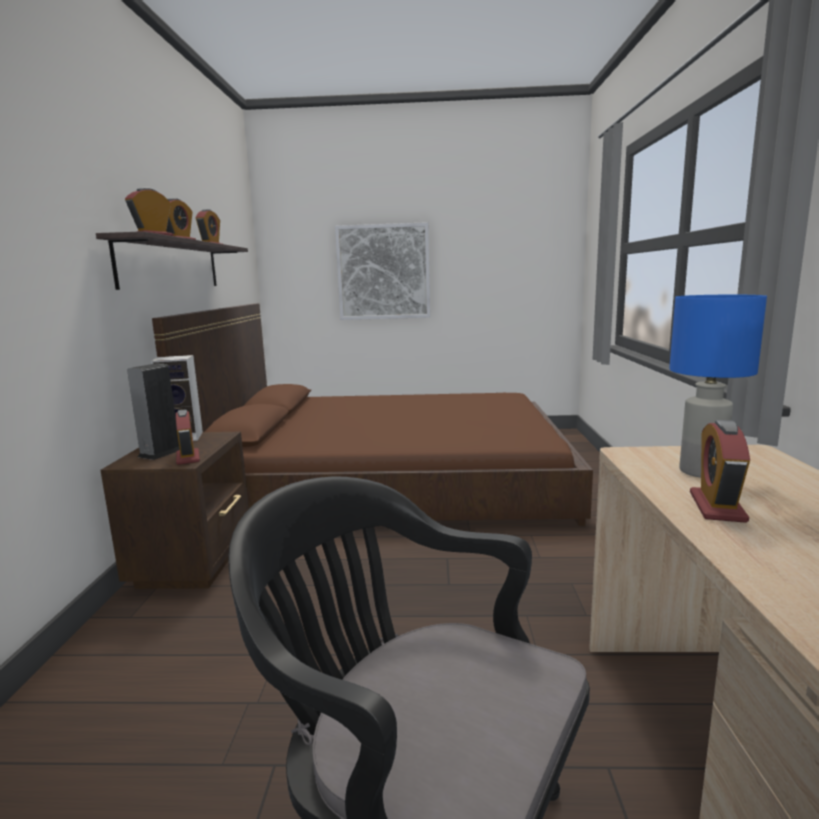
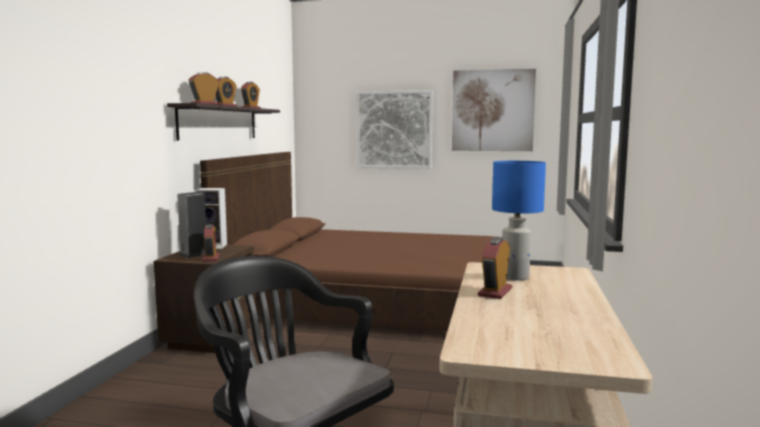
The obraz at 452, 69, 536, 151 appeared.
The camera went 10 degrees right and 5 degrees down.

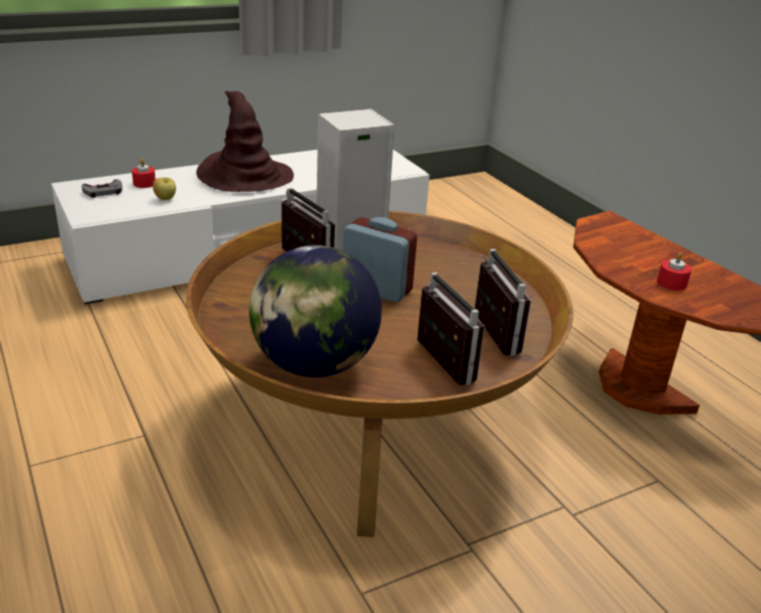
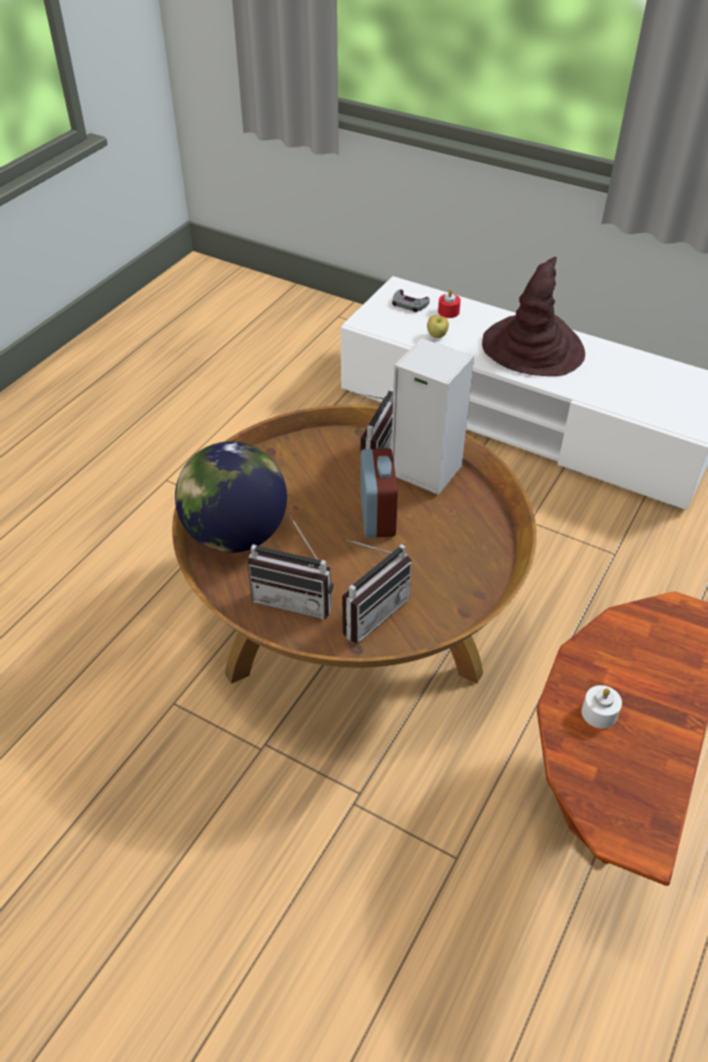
The radio at 417, 272, 485, 385 turned 75 degrees clockwise.
The świeca [czerwony] at 657, 252, 692, 291 became the świeca [biały] at 582, 685, 622, 729.
The camera went 60 degrees right and 15 degrees up.

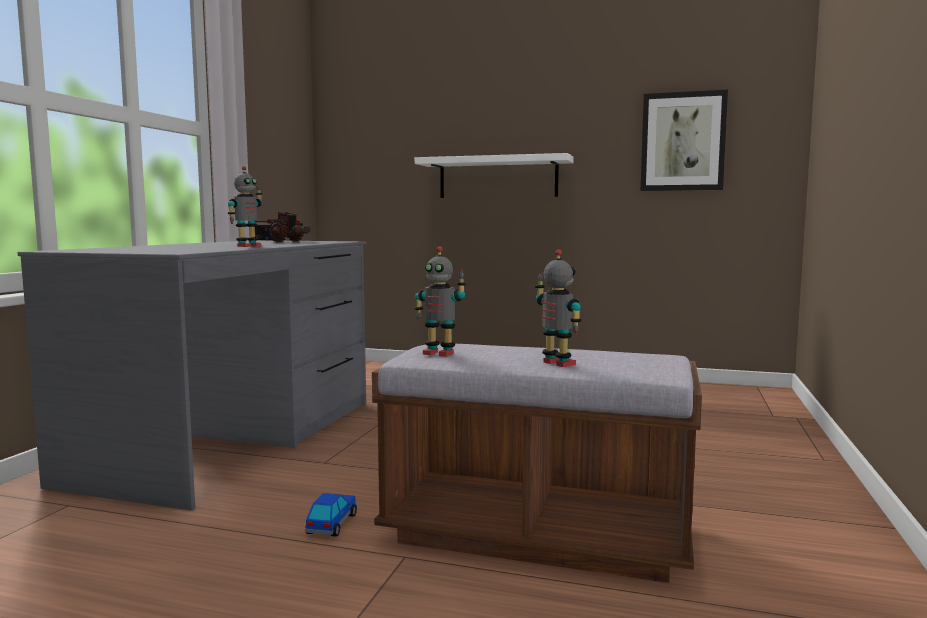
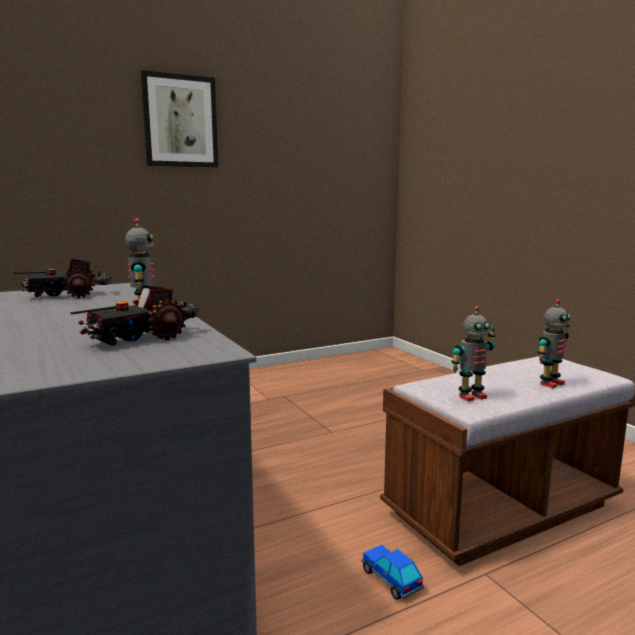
The półka [biały] at 415, 153, 574, 198 disappeared.
The robot zabawkowy at 535, 249, 582, 367 turned 135 degrees clockwise.
The obraz moved from 641, 90, 728, 191 to 140, 70, 218, 168.
The ciężarówka zabawkowa at 71, 285, 200, 346 appeared.
The camera went 45 degrees left and 5 degrees up.

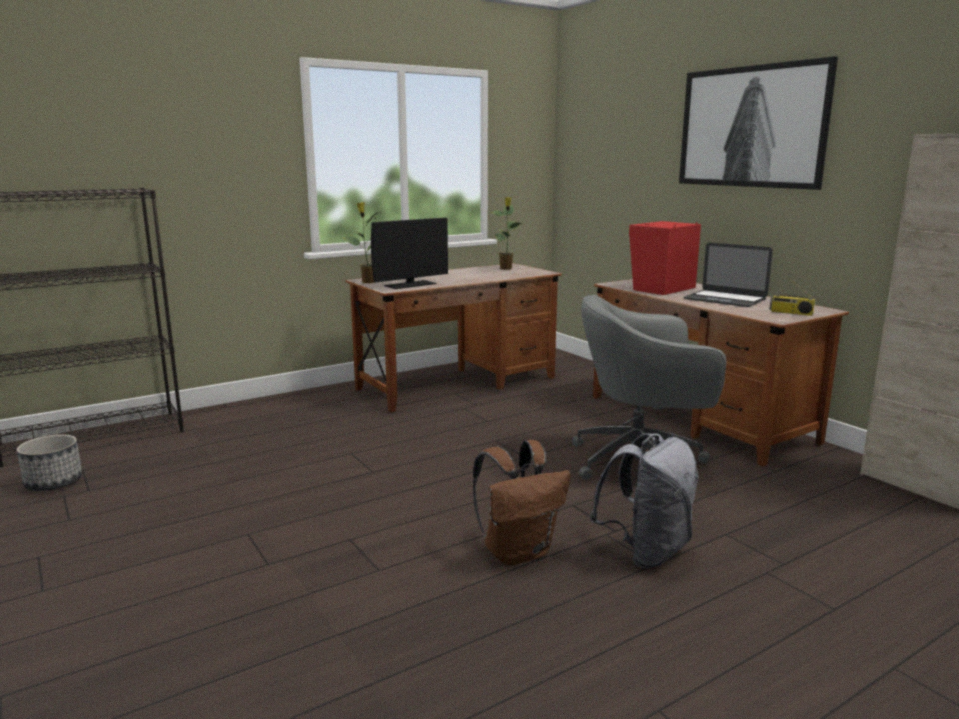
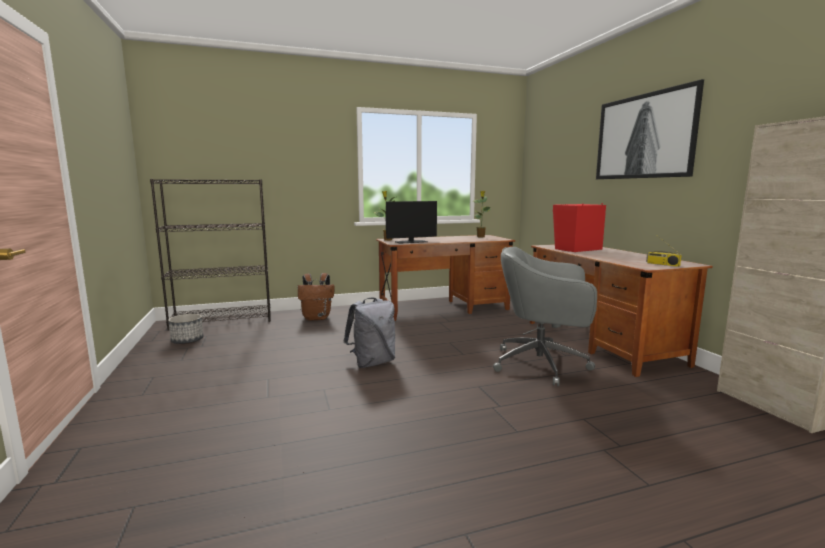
The plecak [brązowy] moved from 473, 440, 570, 566 to 297, 273, 335, 321.
The plecak [szary] moved from 590, 433, 699, 568 to 343, 297, 395, 368.
The laptop at 683, 242, 773, 307 disappeared.
The camera went 15 degrees right and 5 degrees down.

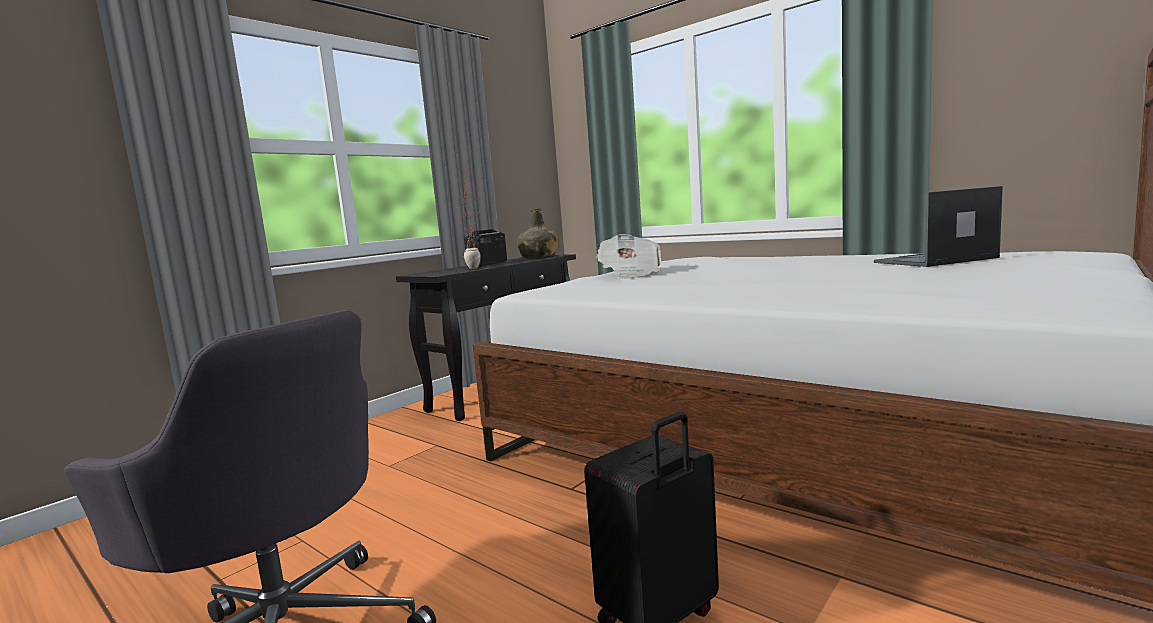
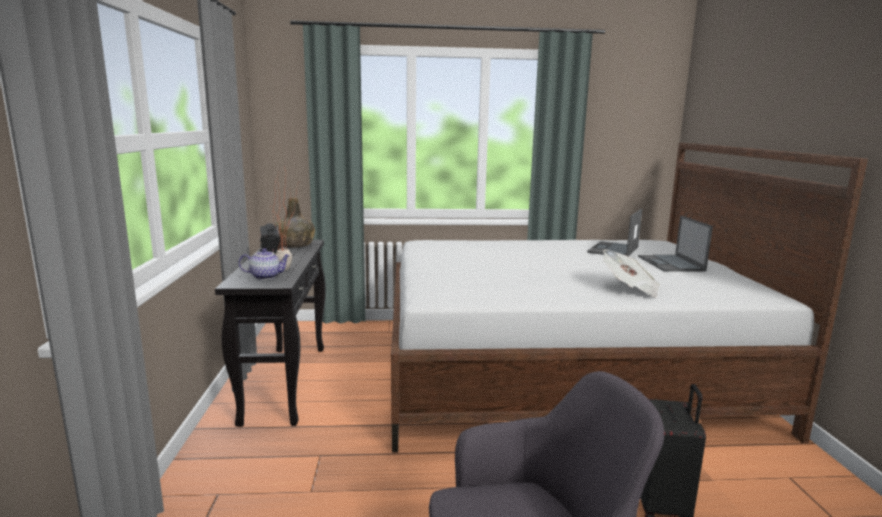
The gazeta moved from 596, 234, 661, 279 to 603, 249, 660, 297.
The imbryk at 239, 248, 291, 280 appeared.
The laptop at 638, 215, 713, 272 appeared.
The camera went 45 degrees left and 5 degrees up.

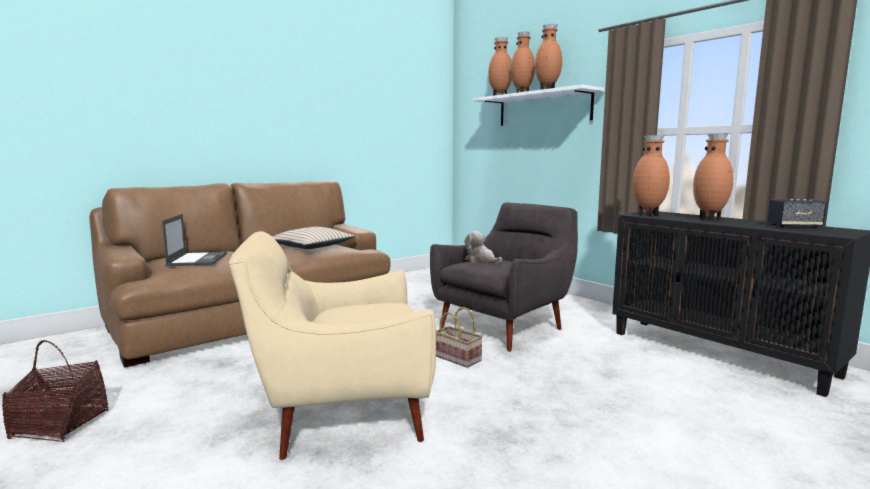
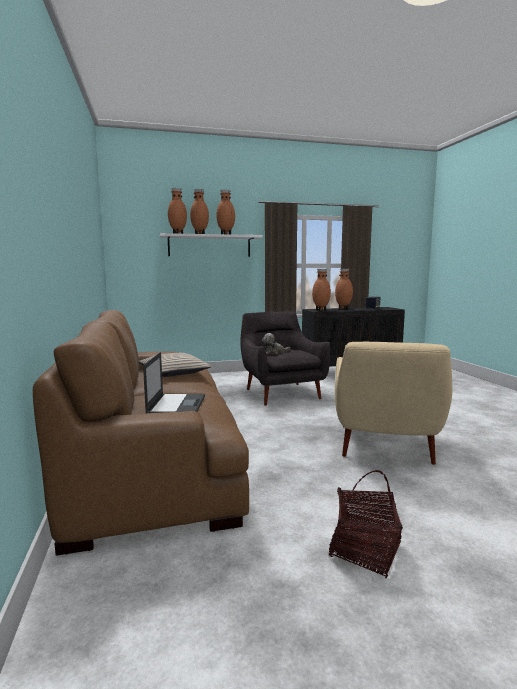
The laptop at 162, 214, 227, 266 turned 75 degrees clockwise.
The koszyk at 436, 307, 483, 368 disappeared.
The camera went 65 degrees left and 0 degrees up.

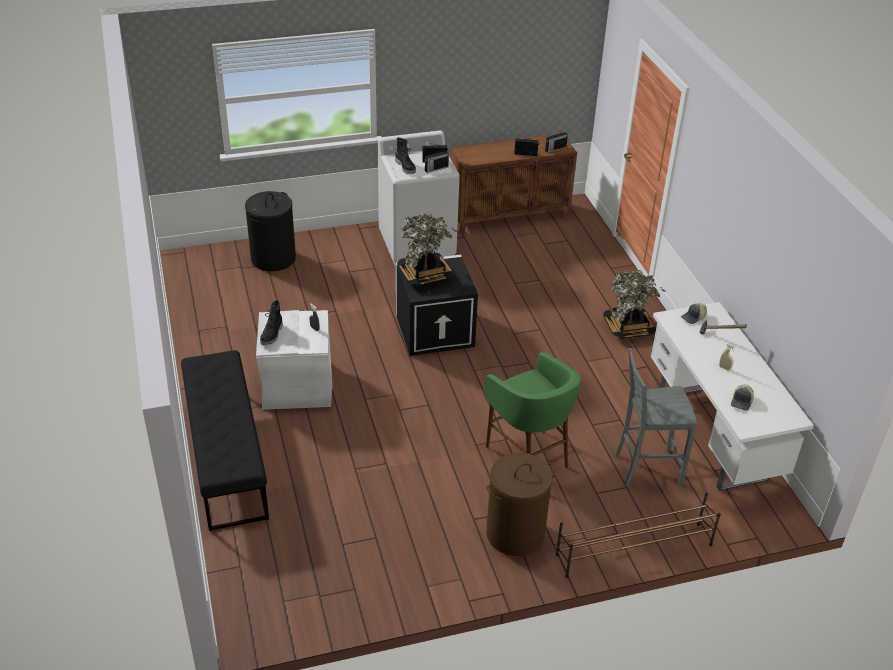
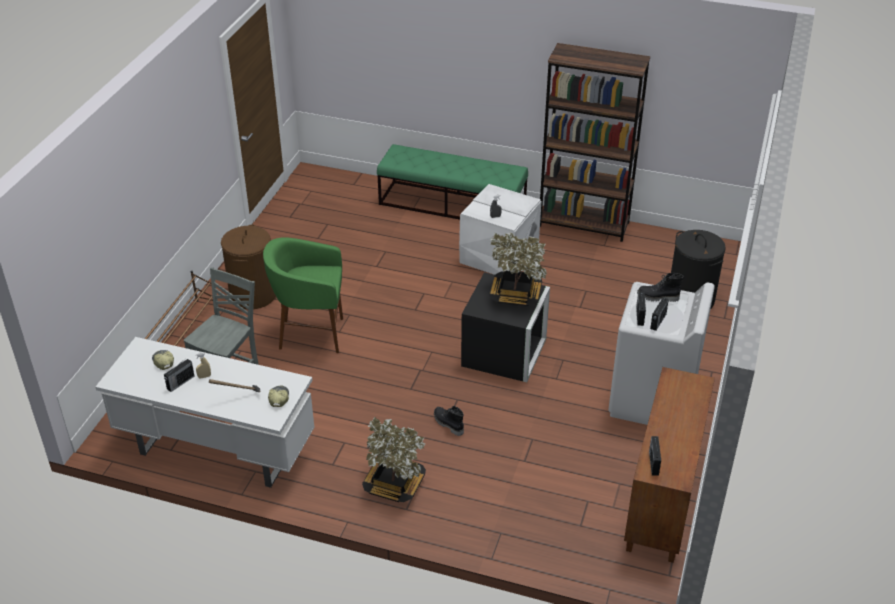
The ławka [czarny] at 181, 350, 269, 531 became the ławka [zielony] at 377, 144, 528, 220.
The but z cholewką [czarny] moved from 260, 300, 283, 345 to 434, 406, 464, 436.
The radio moved from 514, 136, 539, 156 to 164, 359, 195, 392.
The regał [brązowy] at 540, 43, 650, 242 appeared.
The camera went 125 degrees right and 0 degrees up.

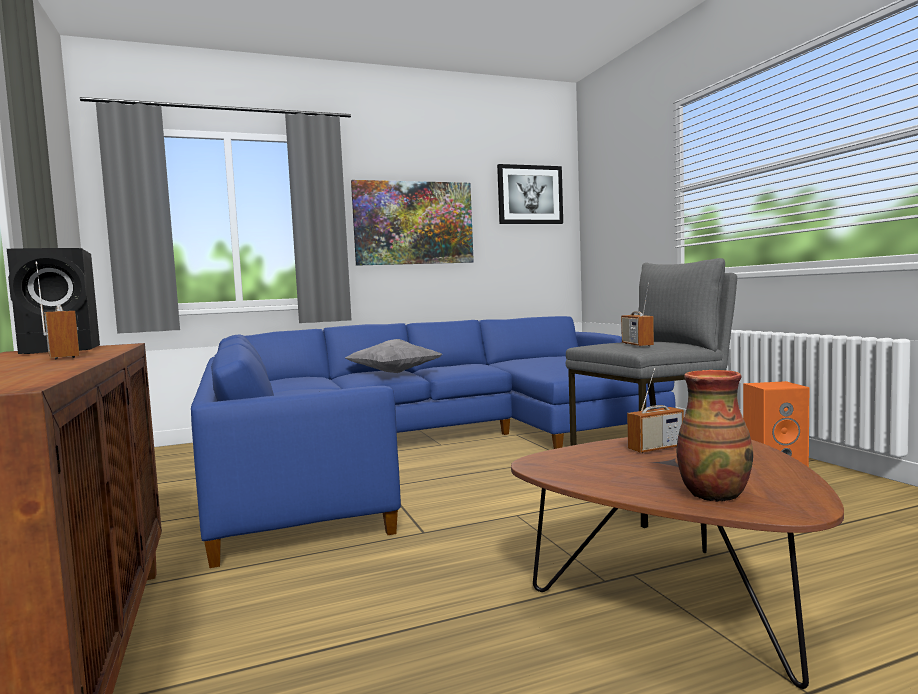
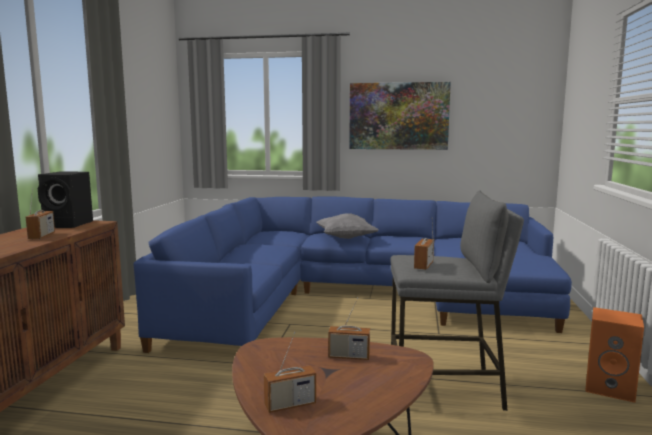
The obraz at 497, 164, 563, 224 disappeared.
The wazon at 677, 370, 753, 502 was replaced by the radio at 264, 332, 316, 413.
The camera went 30 degrees right and 5 degrees up.

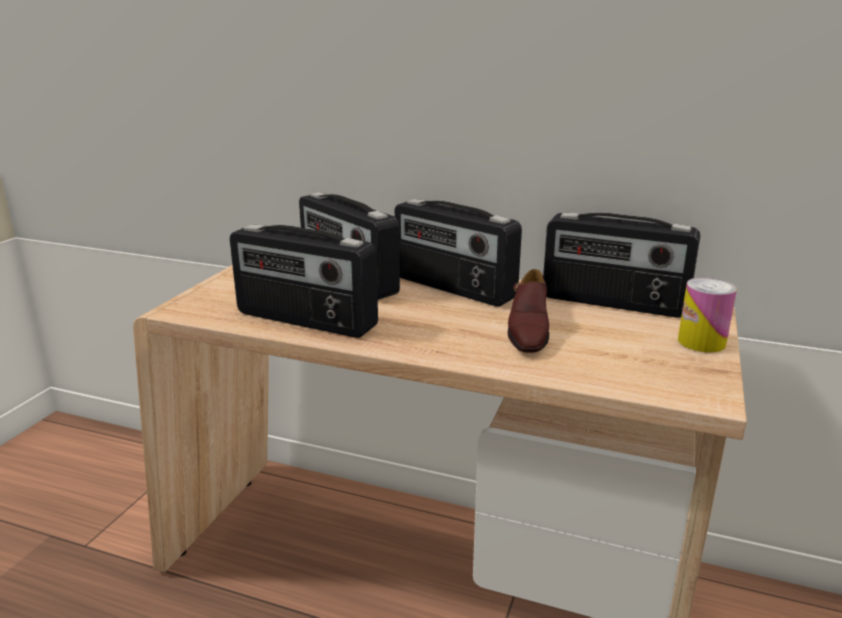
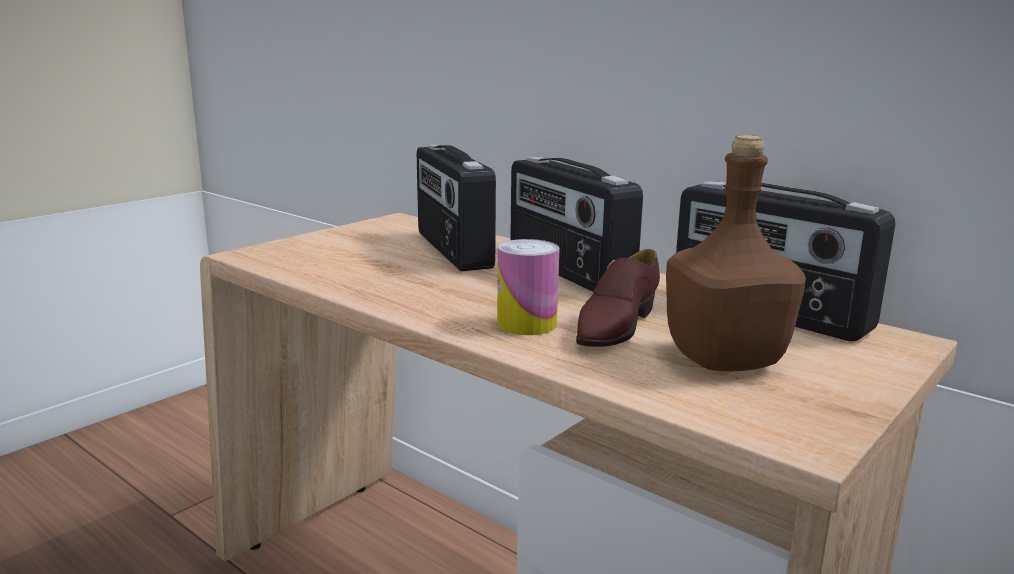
The radio at 230, 224, 378, 338 disappeared.
The puszka moved from 678, 277, 737, 353 to 497, 239, 560, 335.
The butelka [brązowy] at 666, 135, 806, 371 appeared.
The camera went 20 degrees right and 5 degrees down.

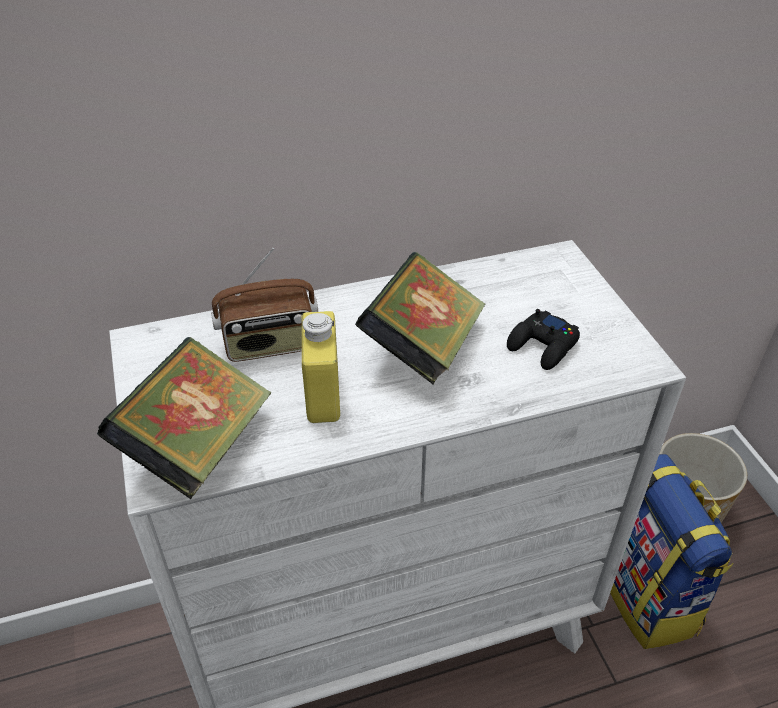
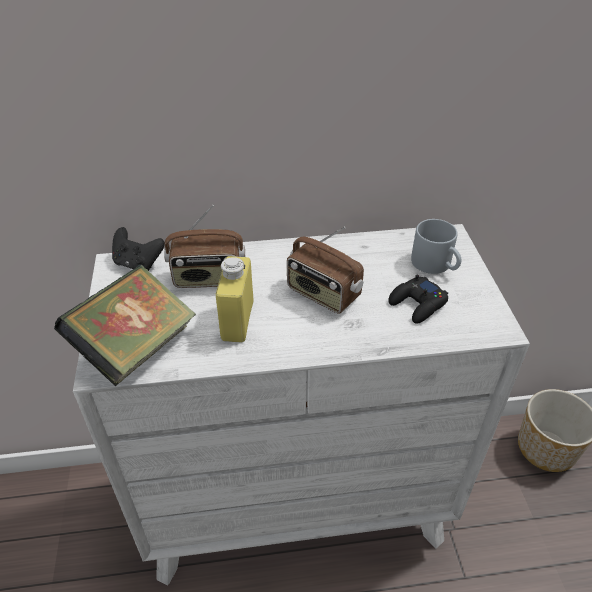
The książka at 355, 252, 485, 385 was replaced by the radio at 287, 226, 364, 314.
The plecak at 610, 454, 733, 649 disappeared.
The pad do gier [czarny] at 112, 227, 165, 271 appeared.
The kubek [szary] at 411, 219, 461, 274 appeared.
The camera went 10 degrees right and 0 degrees up.

